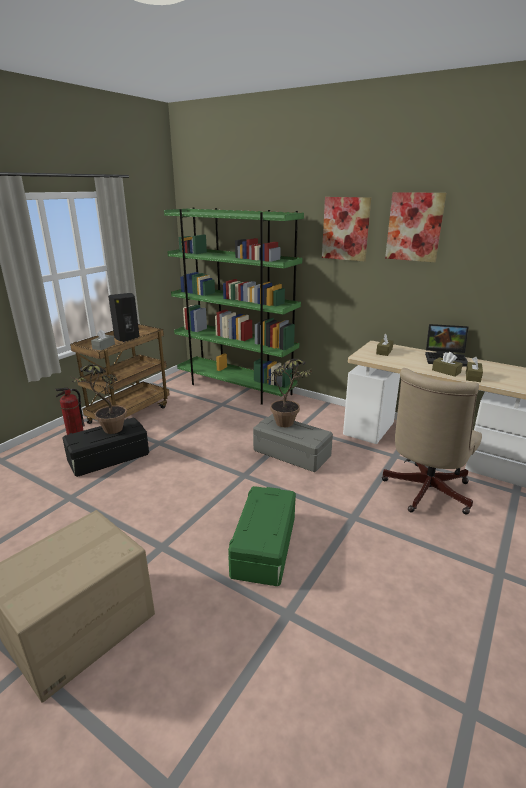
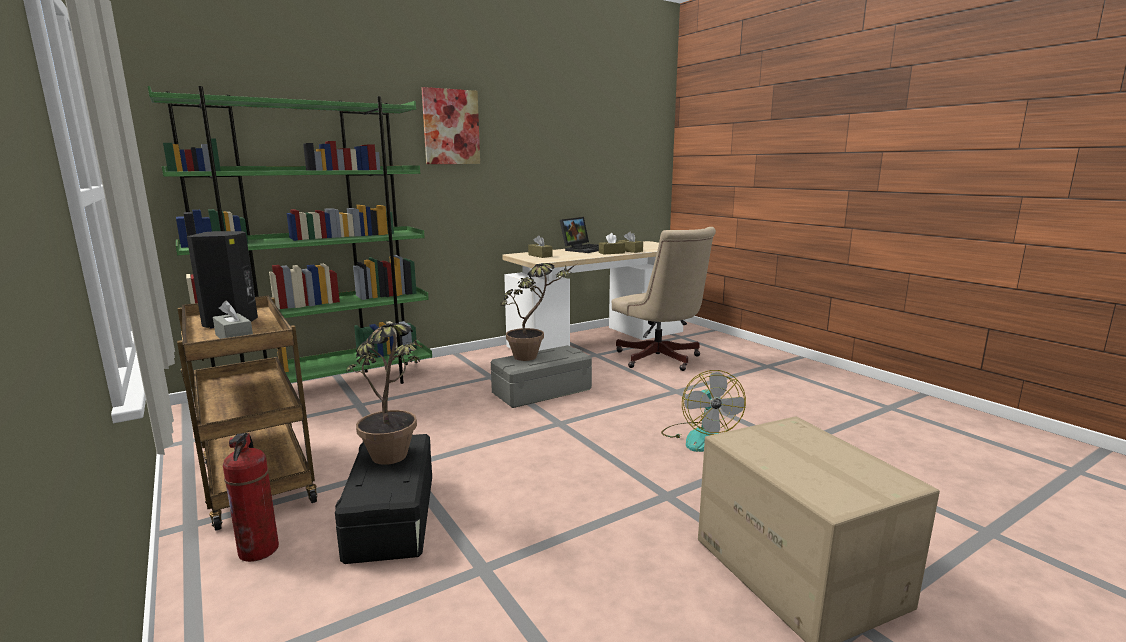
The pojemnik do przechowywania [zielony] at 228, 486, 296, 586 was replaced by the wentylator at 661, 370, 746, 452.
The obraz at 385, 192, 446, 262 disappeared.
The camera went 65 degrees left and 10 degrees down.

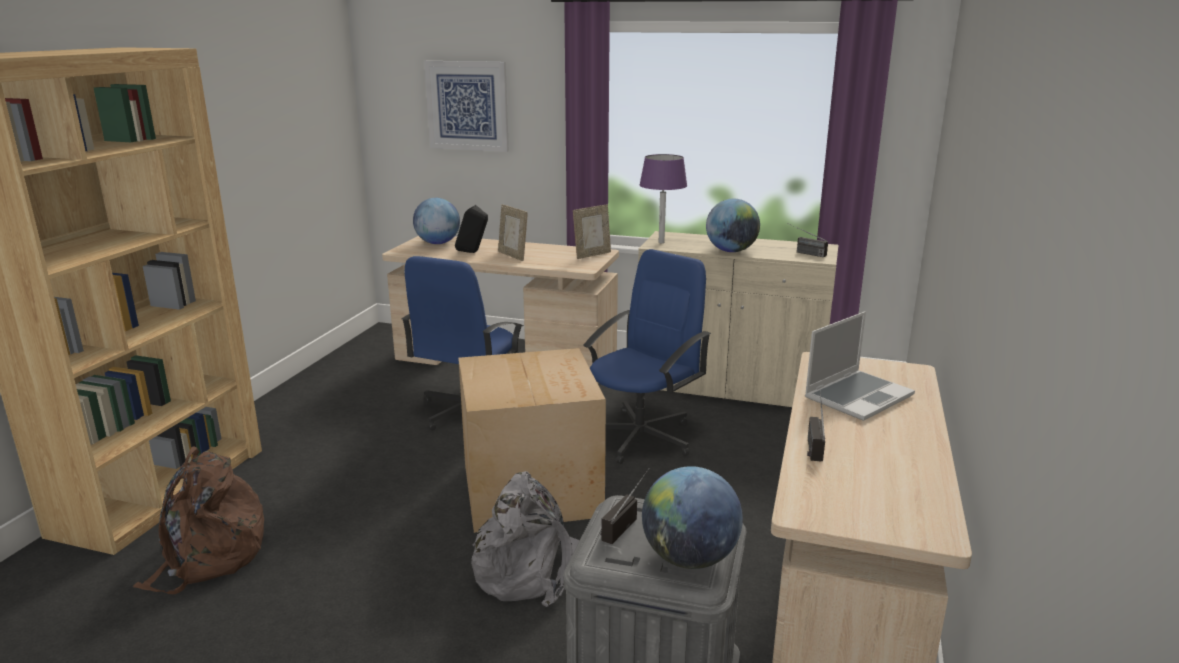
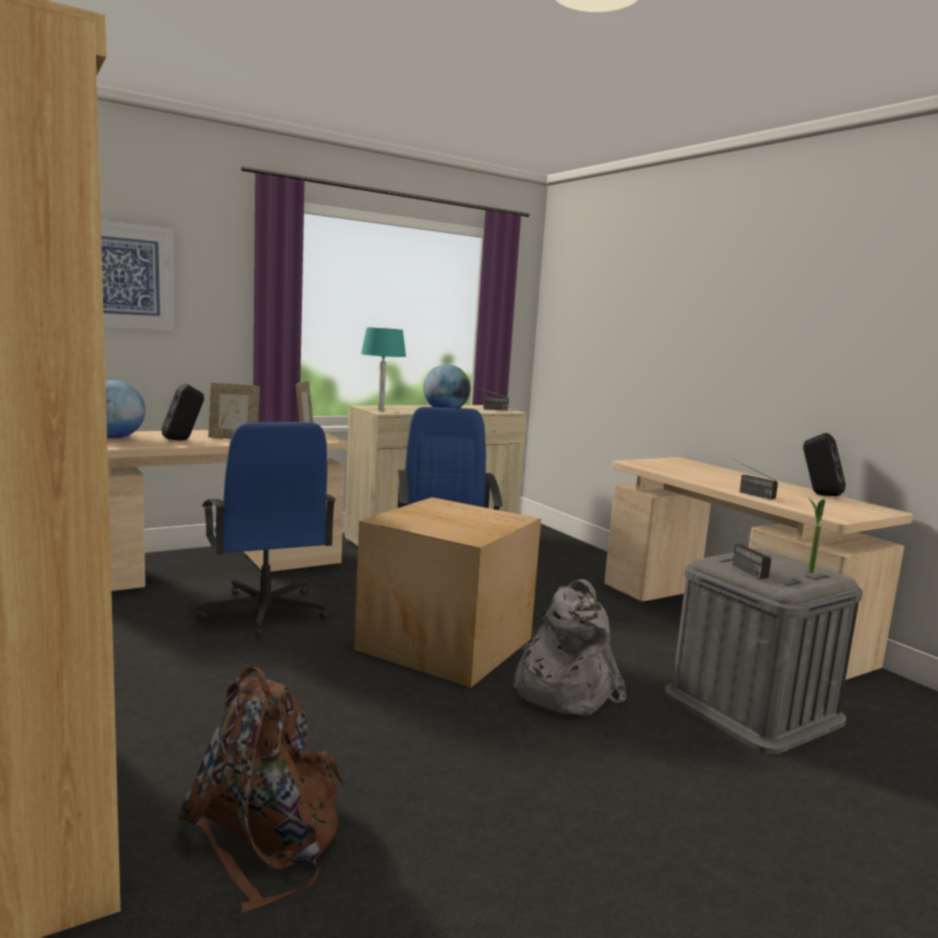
The lampa stołowa [fioletowy] at 639, 154, 687, 243 became the lampa stołowa [turkusowy] at 361, 327, 406, 411.
The globus at 642, 466, 743, 569 was replaced by the roślina doniczkowa at 808, 497, 825, 573.
The laptop at 805, 311, 915, 421 disappeared.
The głośnik [czarny] at 803, 433, 846, 496 appeared.
The camera went 50 degrees left and 10 degrees down.

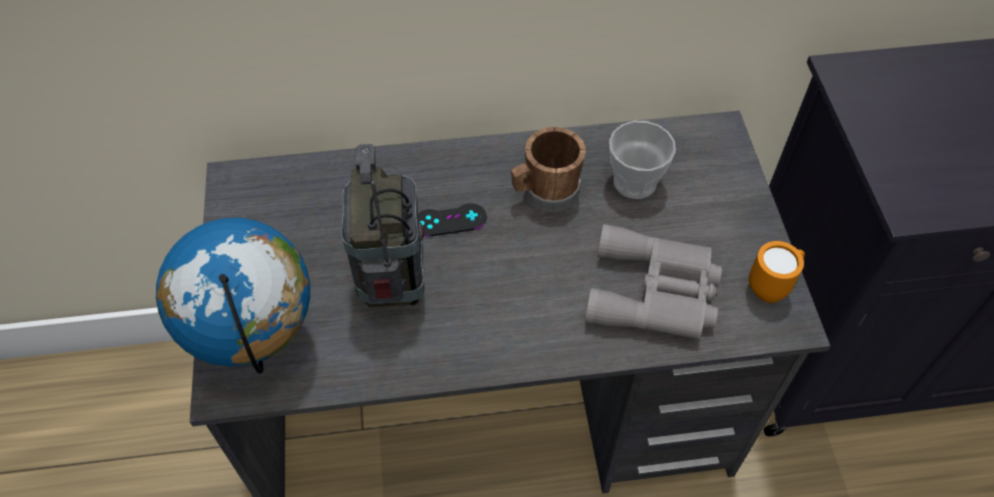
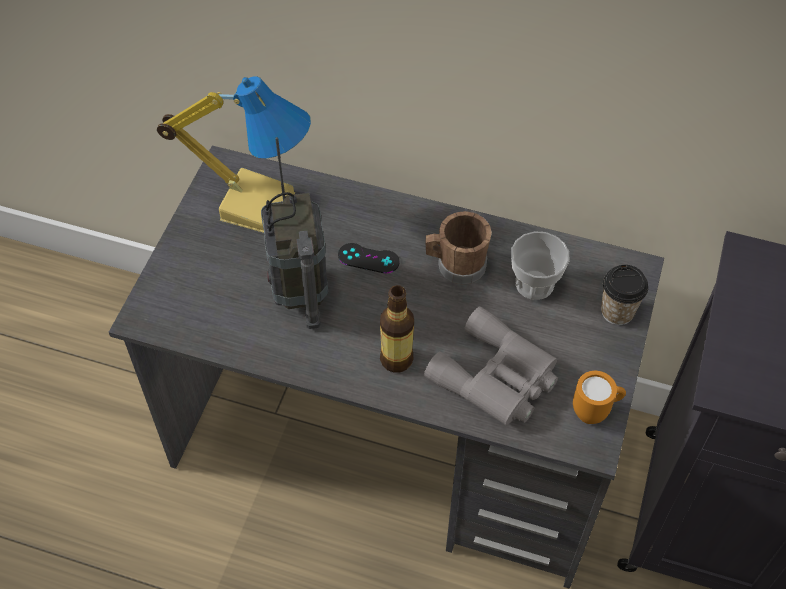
The globus at 156, 218, 310, 373 disappeared.
The radio at 341, 144, 425, 307 turned 150 degrees clockwise.
The lampa stołowa at 157, 76, 311, 233 appeared.
The butelka at 380, 285, 414, 373 appeared.
The filiżanka at 601, 265, 648, 325 appeared.
The camera went 25 degrees right and 0 degrees up.

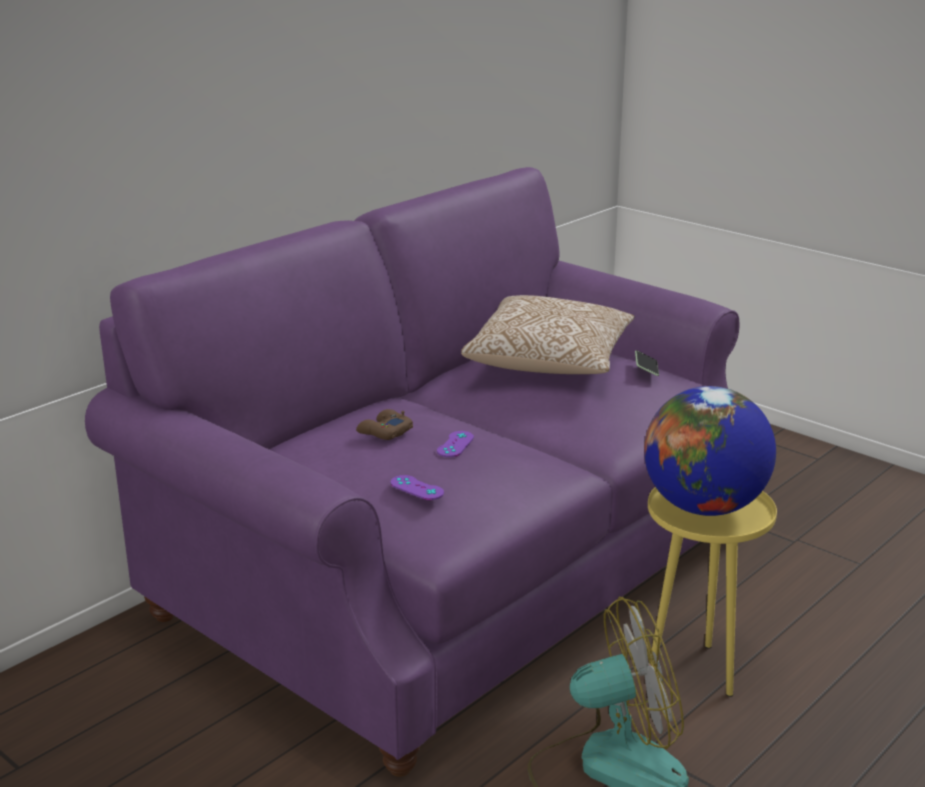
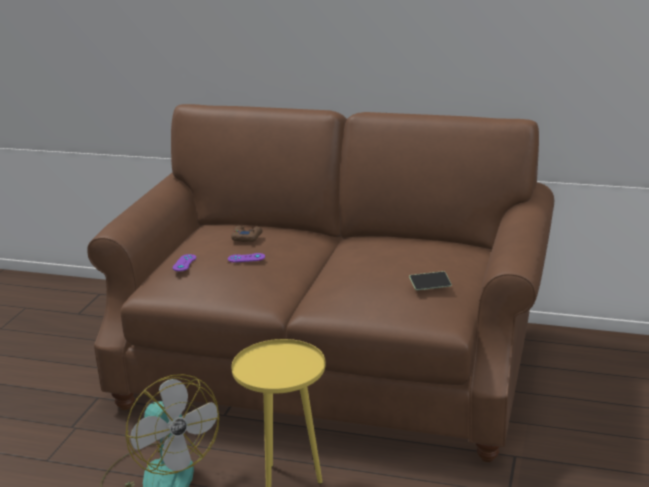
The kanapa [fioletowy] at 85, 167, 739, 777 became the kanapa [brązowy] at 87, 104, 554, 462.
The poduszka at 461, 295, 635, 374 disappeared.
The globus at 644, 386, 776, 516 disappeared.
The camera went 65 degrees right and 0 degrees up.

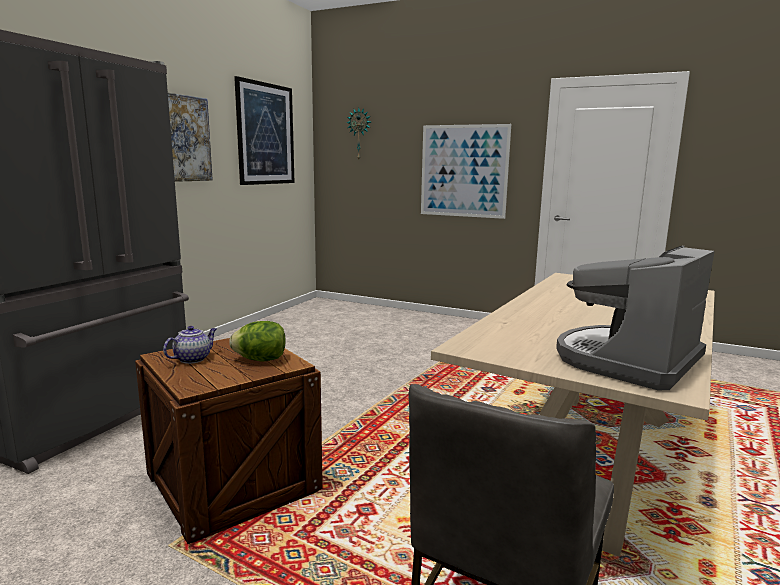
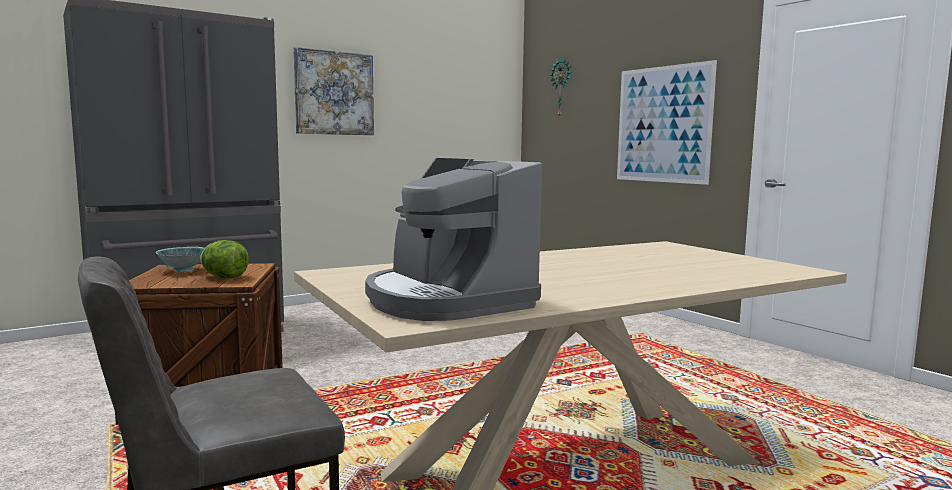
The imbryk at 163, 326, 217, 364 was replaced by the miska at 156, 247, 205, 273.
The obraz at 234, 76, 295, 185 disappeared.
The ekspres do kawy at 556, 246, 715, 390 turned 105 degrees counterclockwise.
The camera went 30 degrees right and 5 degrees down.

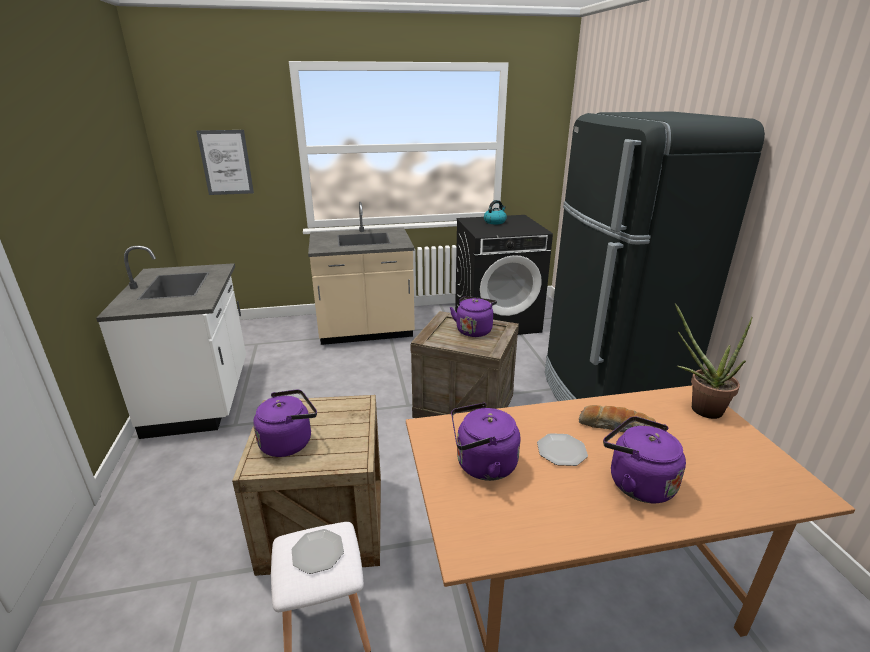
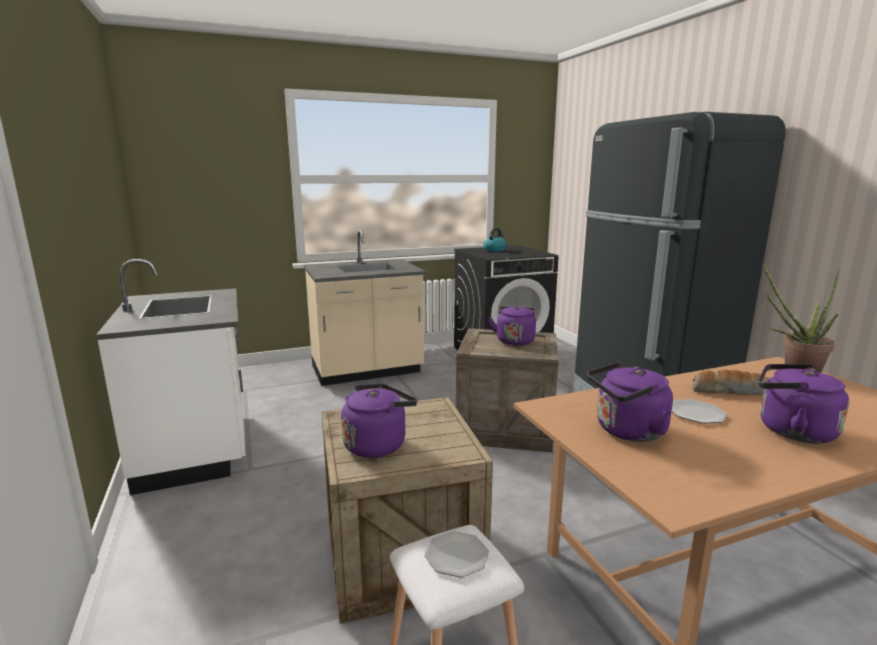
The obraz at 196, 130, 254, 195 disappeared.
The camera went 10 degrees left and 10 degrees down.

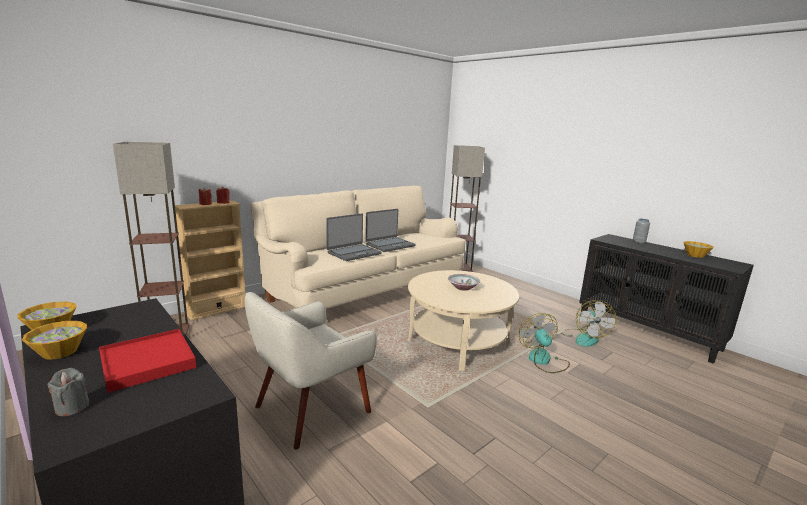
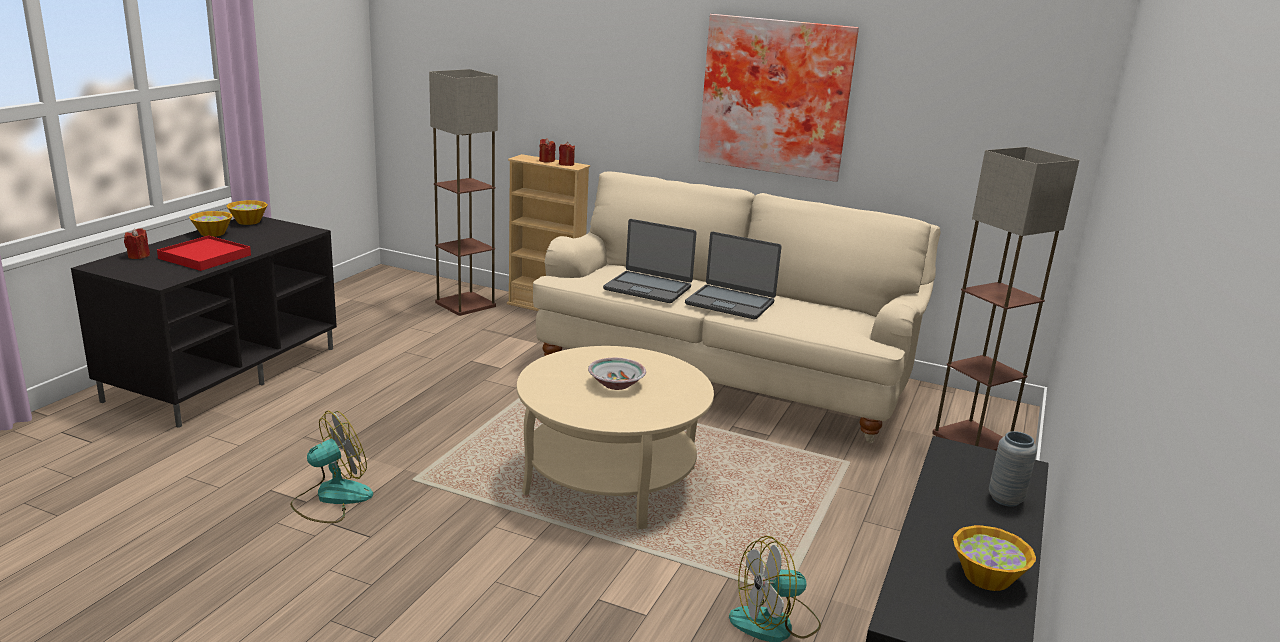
The świeca [szary] at 47, 368, 89, 416 became the świeca [czerwony] at 124, 228, 150, 259.
The fotel [beżowy] at 245, 292, 377, 450 disappeared.
The wentylator moved from 519, 313, 570, 373 to 290, 411, 373, 523.
The obraz at 698, 14, 859, 182 appeared.
The camera went 65 degrees right and 5 degrees up.

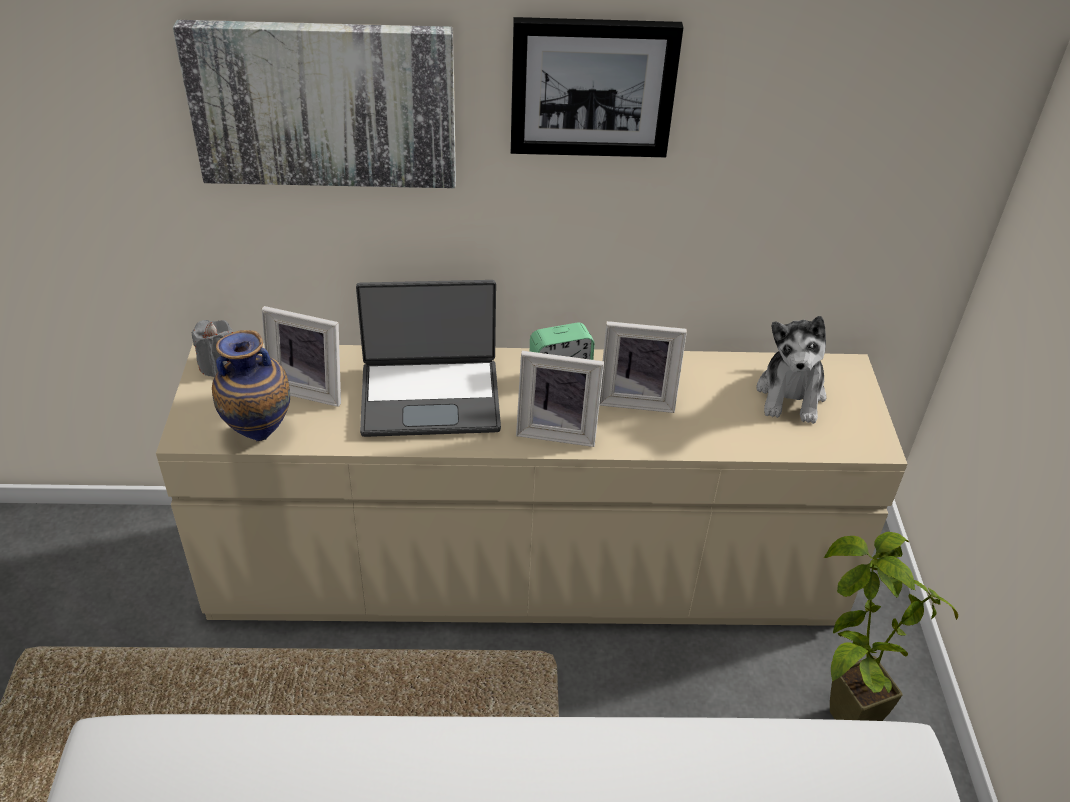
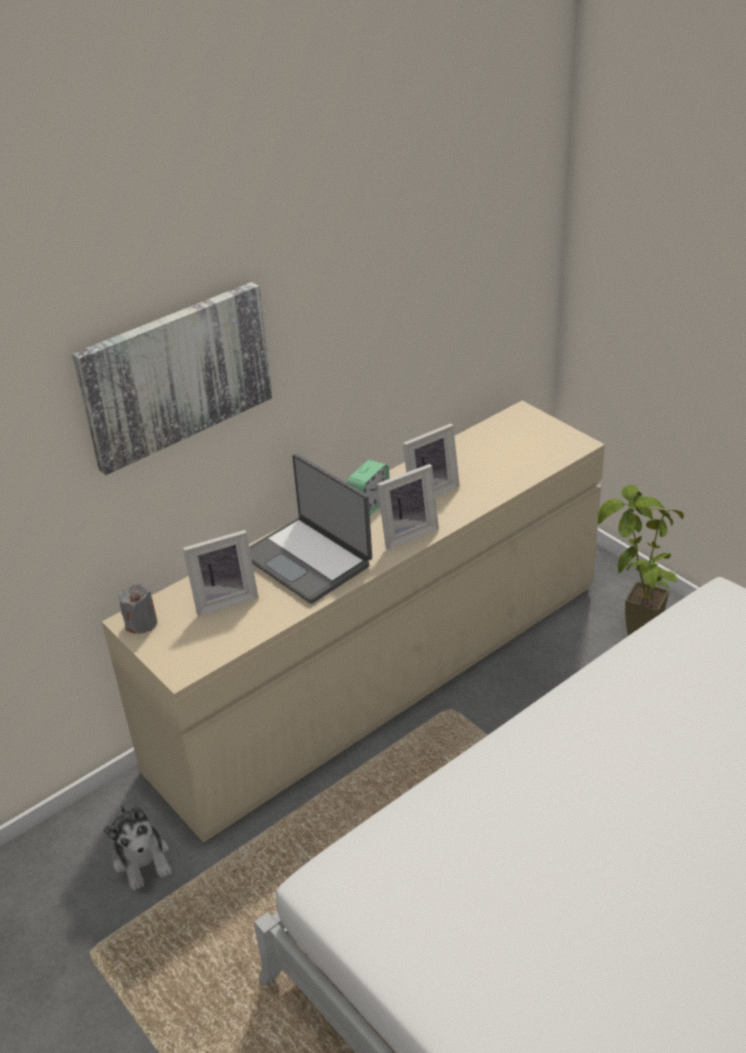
The wazon at 212, 330, 290, 441 disappeared.
The laptop at 356, 280, 501, 437 turned 90 degrees clockwise.
The obraz at 511, 17, 684, 157 disappeared.
The pluszak moved from 756, 316, 827, 424 to 103, 804, 172, 890.
The camera went 35 degrees left and 5 degrees down.

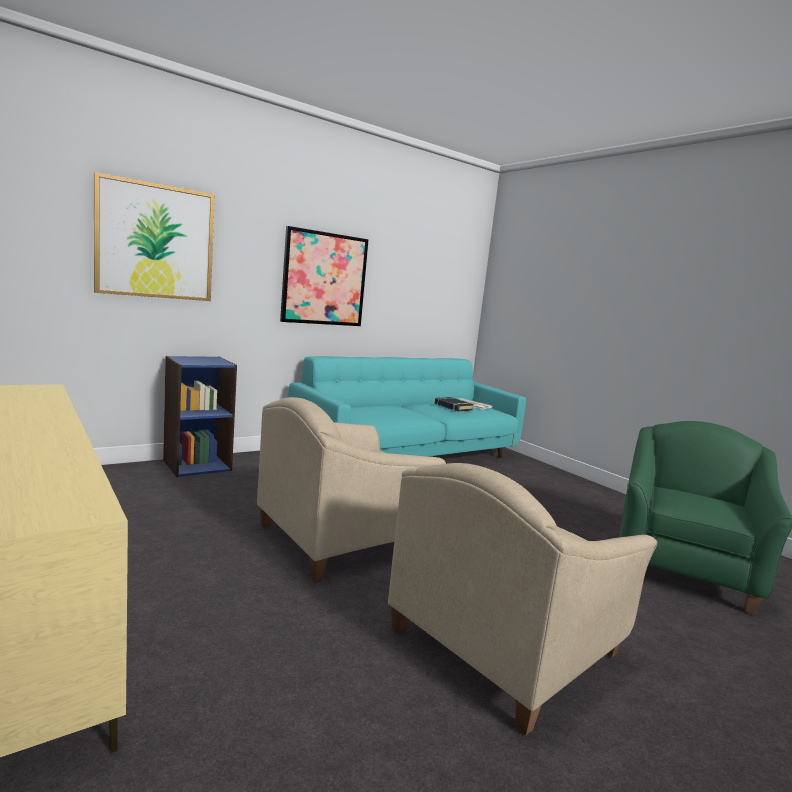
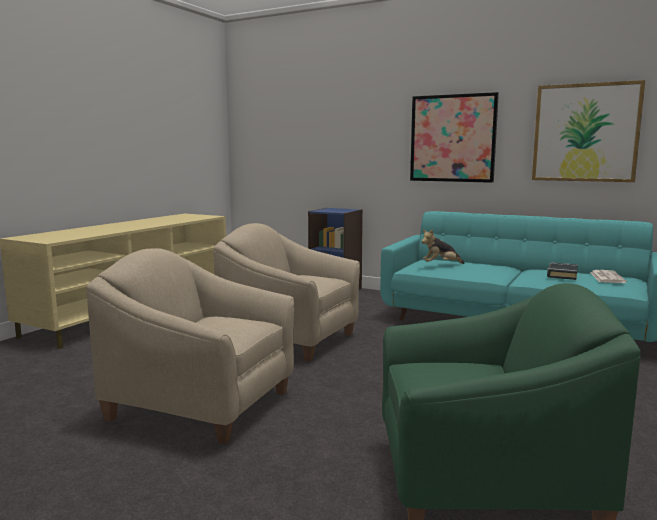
The obraz moved from 94, 172, 215, 301 to 532, 80, 645, 182.
The pluszak at 421, 229, 465, 264 appeared.
The camera went 65 degrees right and 0 degrees up.

